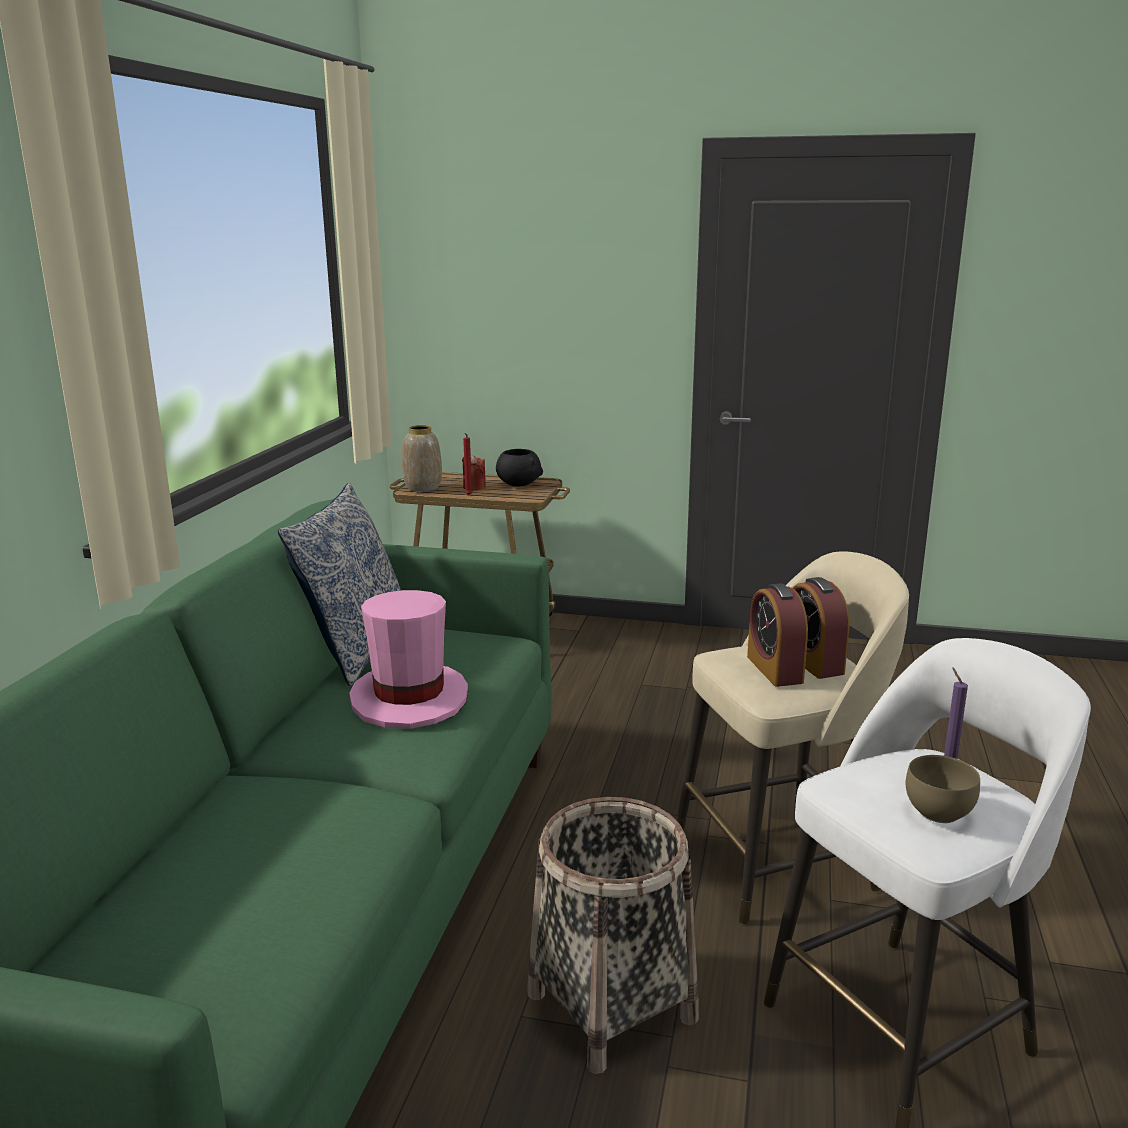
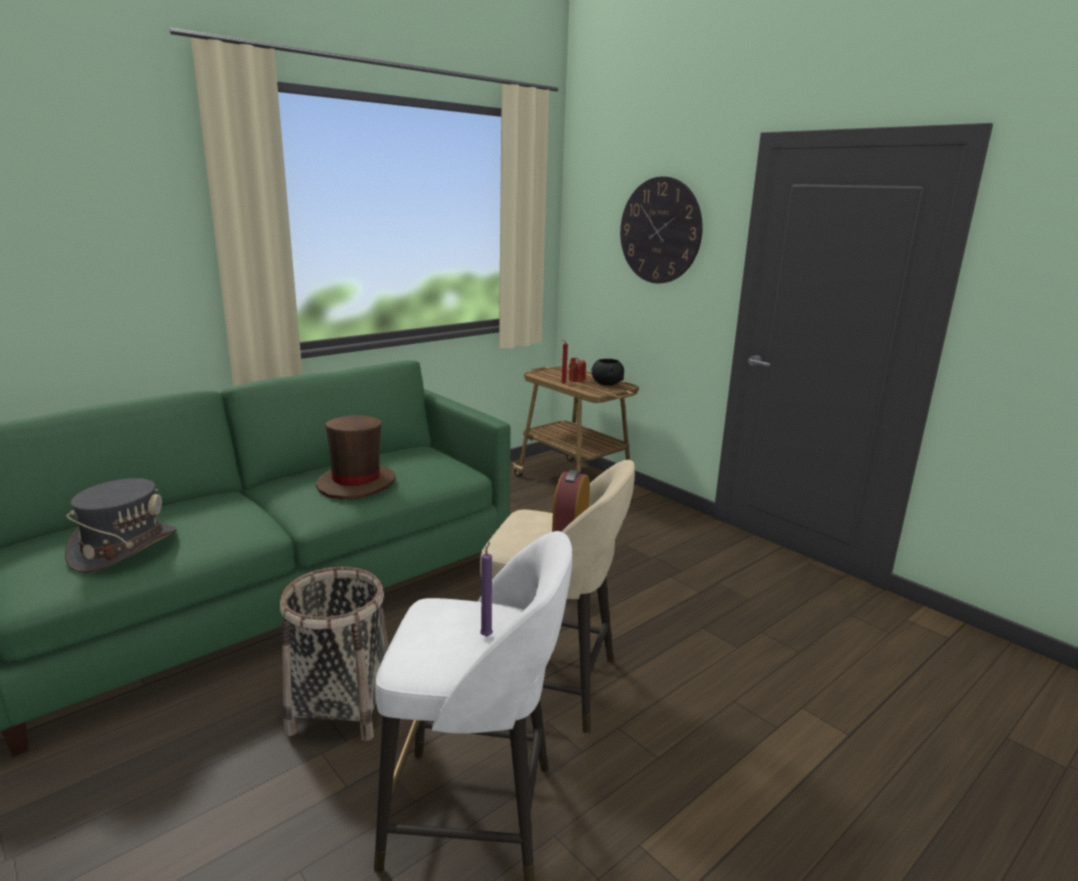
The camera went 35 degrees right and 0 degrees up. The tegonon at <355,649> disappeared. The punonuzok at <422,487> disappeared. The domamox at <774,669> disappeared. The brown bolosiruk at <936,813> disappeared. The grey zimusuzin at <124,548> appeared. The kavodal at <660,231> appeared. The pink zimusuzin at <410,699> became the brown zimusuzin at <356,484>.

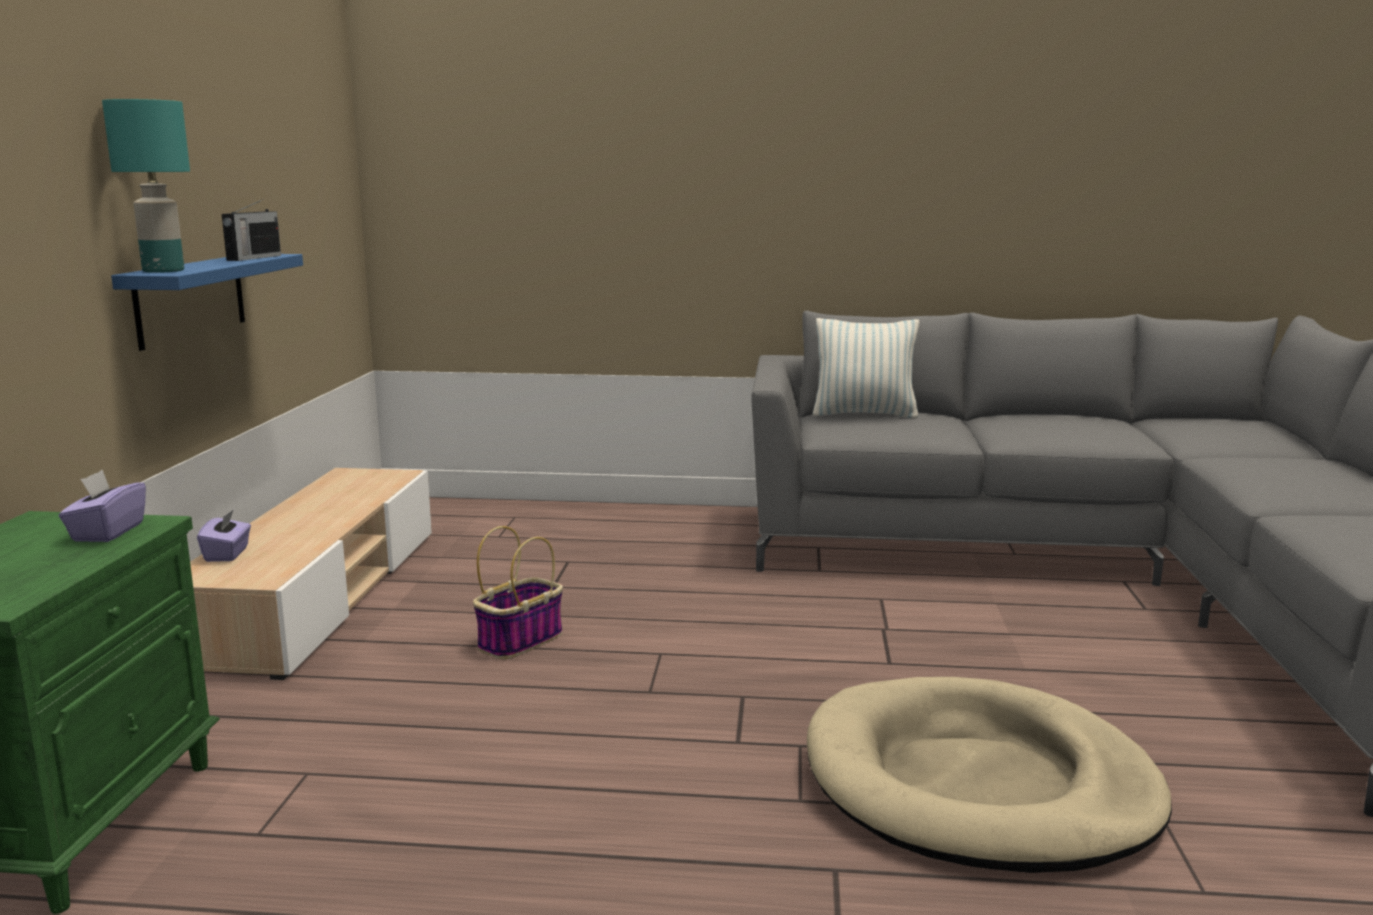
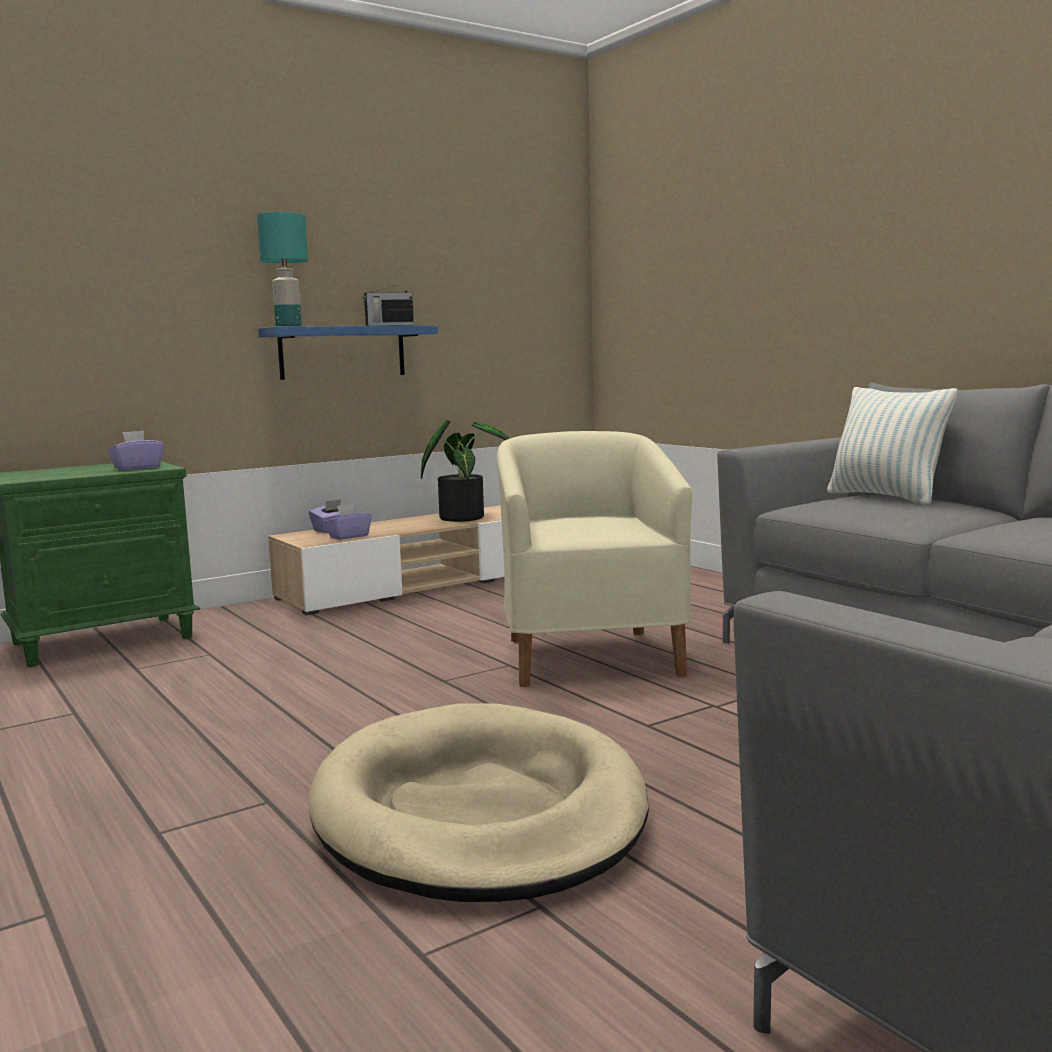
The camera went 50 degrees right and 5 degrees down. The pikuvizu at <521,640> disappeared. The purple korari at <348,536> appeared. The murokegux at <464,517> appeared. The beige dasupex at <589,655> appeared.

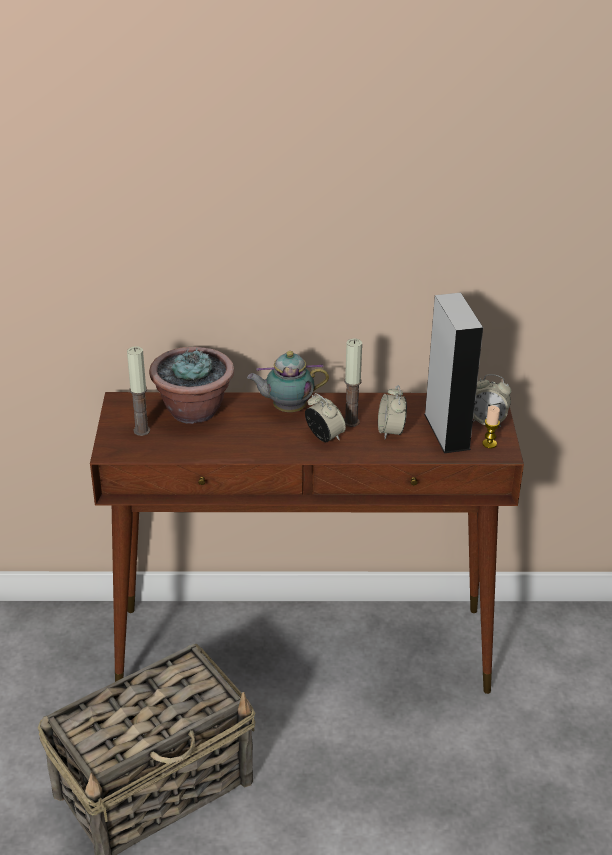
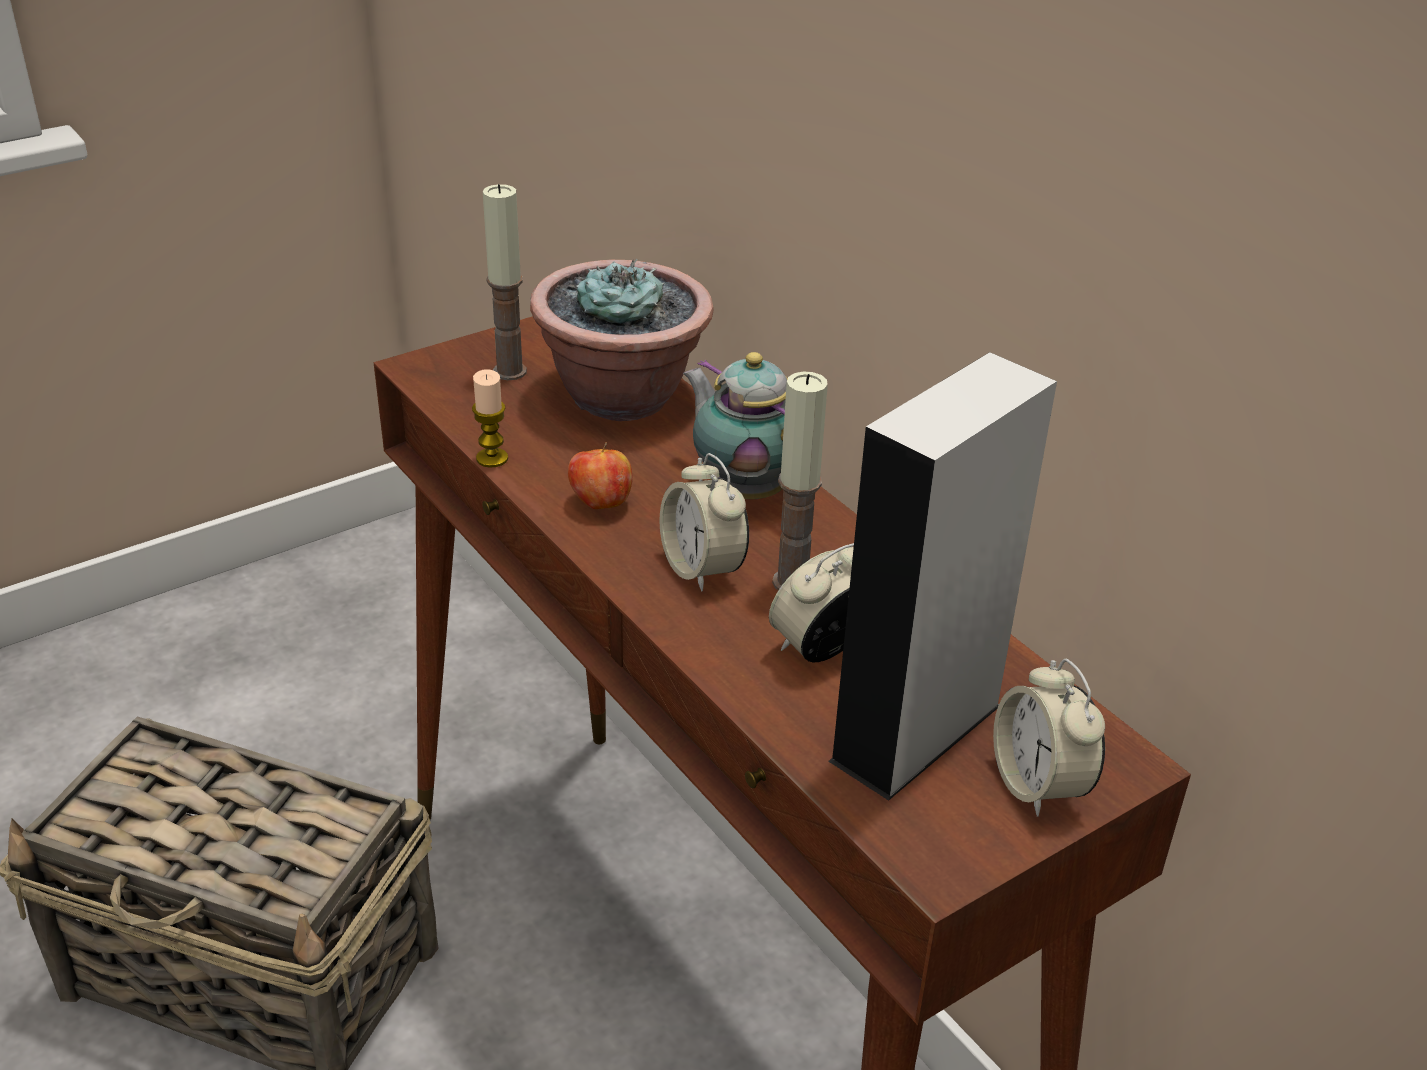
The camera went 55 degrees right and 0 degrees up. The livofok at <600,503> appeared. The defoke moved from <489,444> to <492,458>. The domamox at <324,437> turned 135 degrees clockwise.

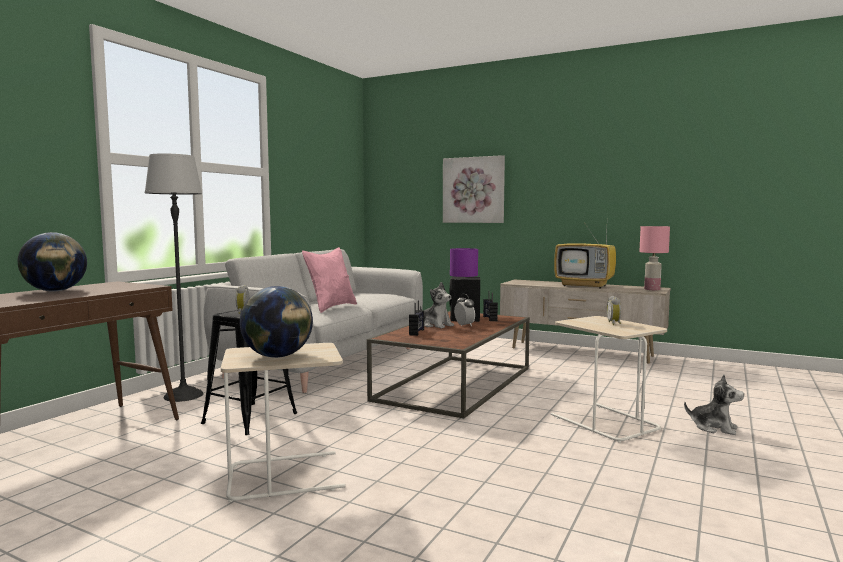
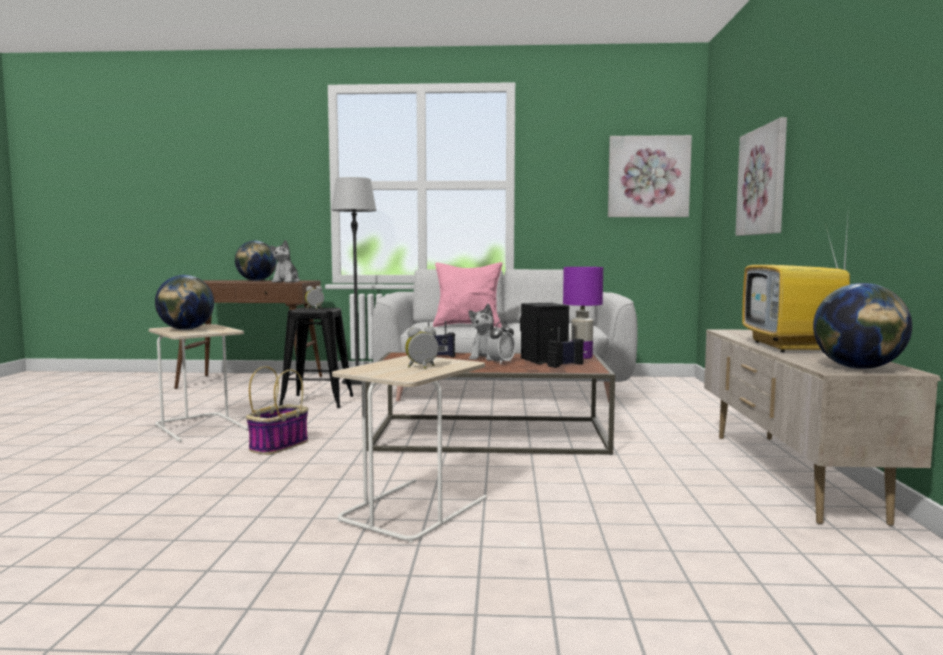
The camera went 65 degrees right and 0 degrees up. The pikuvizu at <279,445> appeared. The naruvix at <648,177> appeared. The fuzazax moved from <714,428> to <286,282>. The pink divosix at <652,289> was replaced by the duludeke at <858,368>.

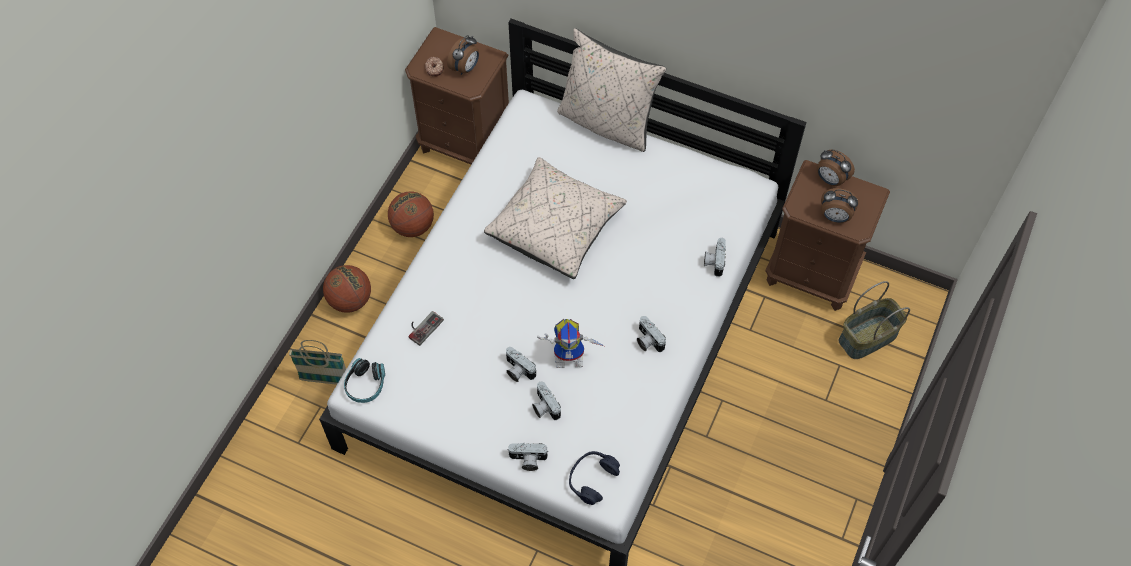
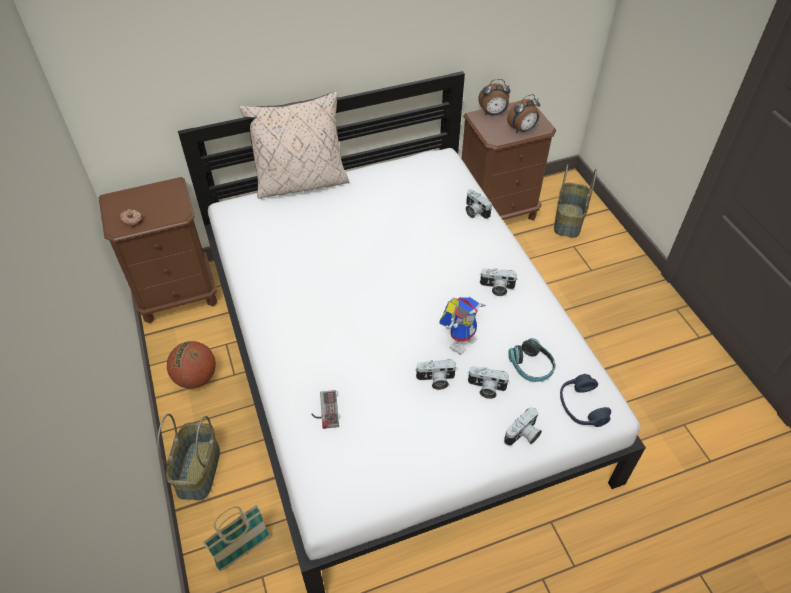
The camera went 45 degrees left and 10 degrees down. The domamox at <465,68> disappeared. The beige tegonon at <555,228> disappeared. The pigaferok moved from <365,385> to <531,366>. The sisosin at <350,300> was replaced by the pikuvizu at <199,471>.

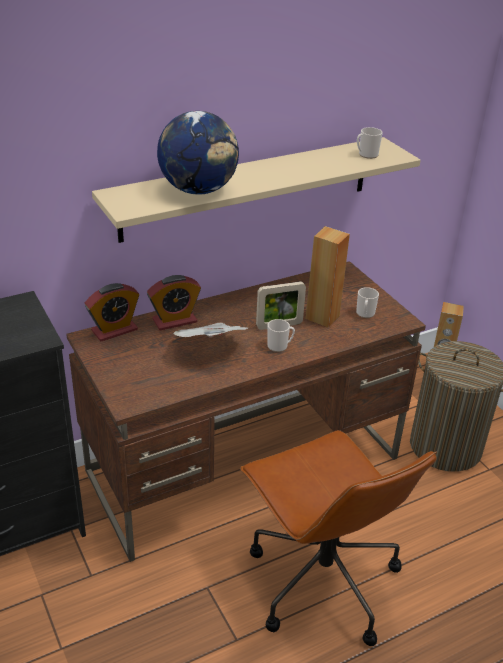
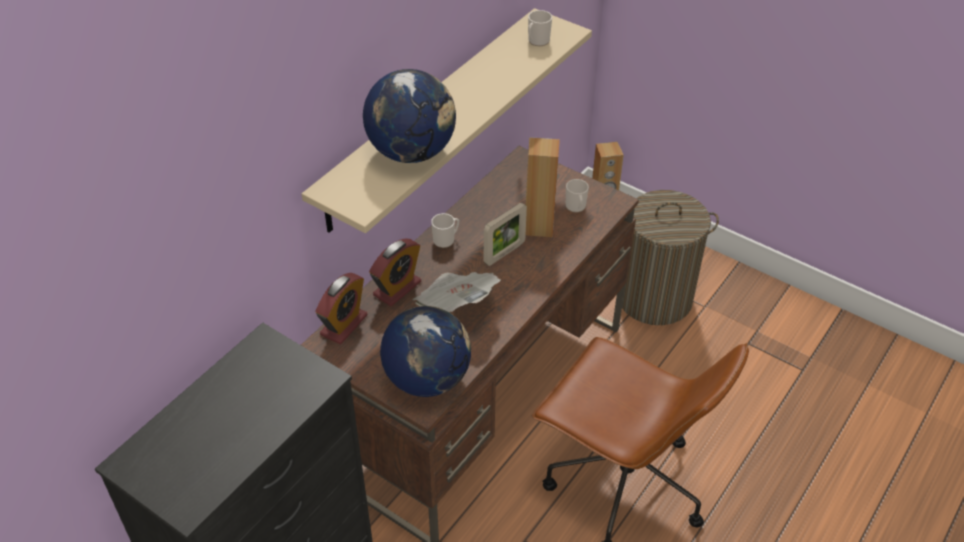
The camera went 25 degrees left and 10 degrees up. The duludeke at <427,379> appeared. The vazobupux moved from <279,346> to <446,240>.

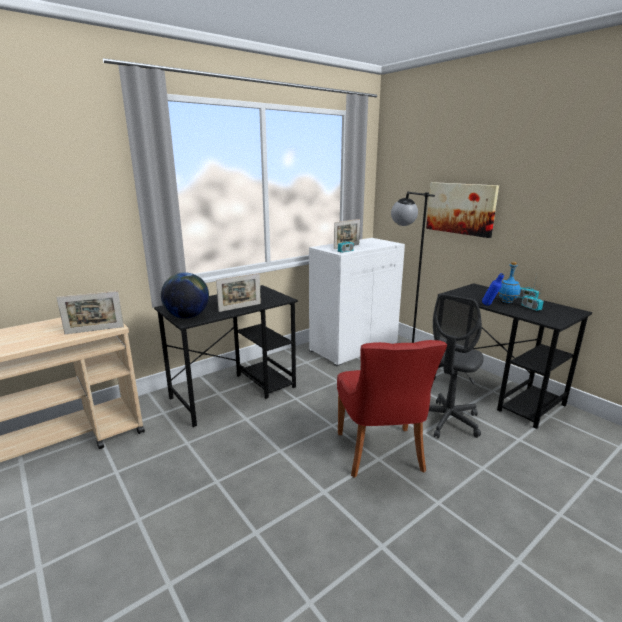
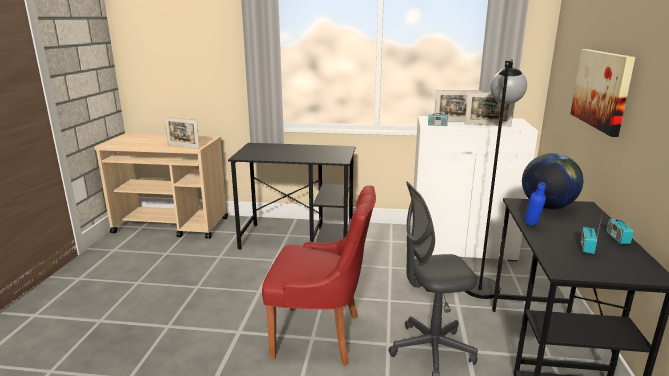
The camera went 45 degrees right and 0 degrees up. The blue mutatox at <507,302> disappeared. The duludeke moved from <187,316> to <547,206>. The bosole moved from <240,307> to <487,125>. The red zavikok at <381,453> turned 120 degrees counterclockwise.

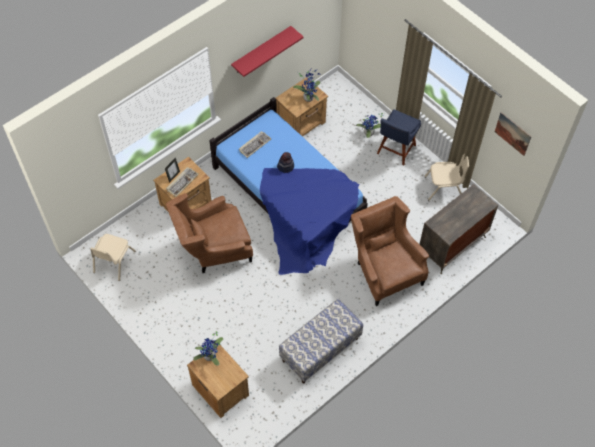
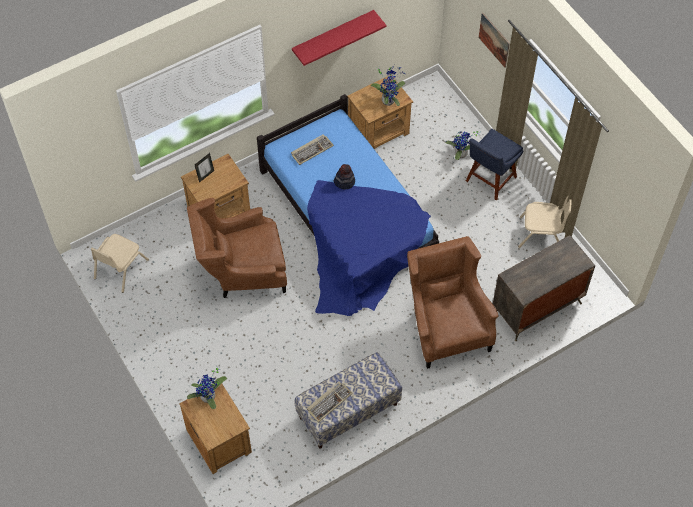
The camera went 10 degrees right and 0 degrees up. The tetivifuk moved from <182,182> to <329,401>. The naruvix moved from <512,133> to <494,40>.

